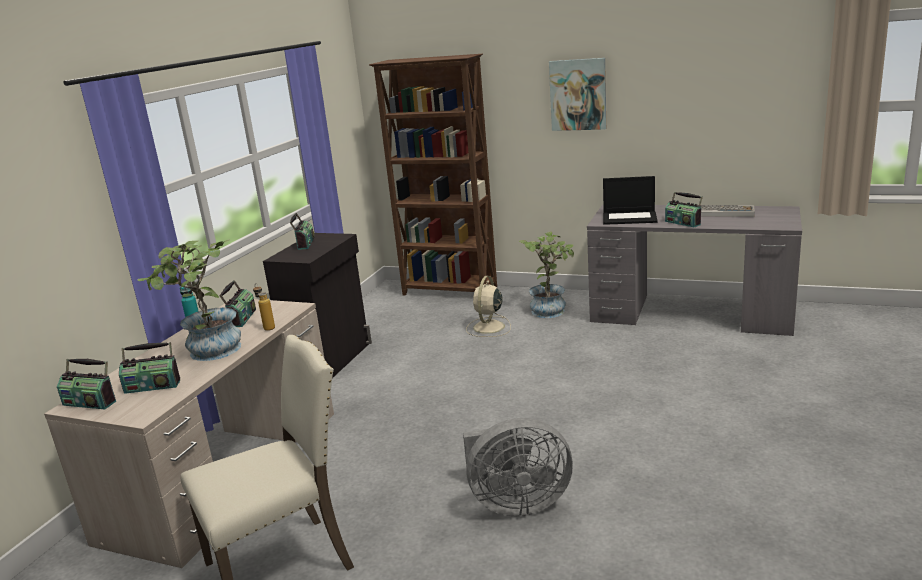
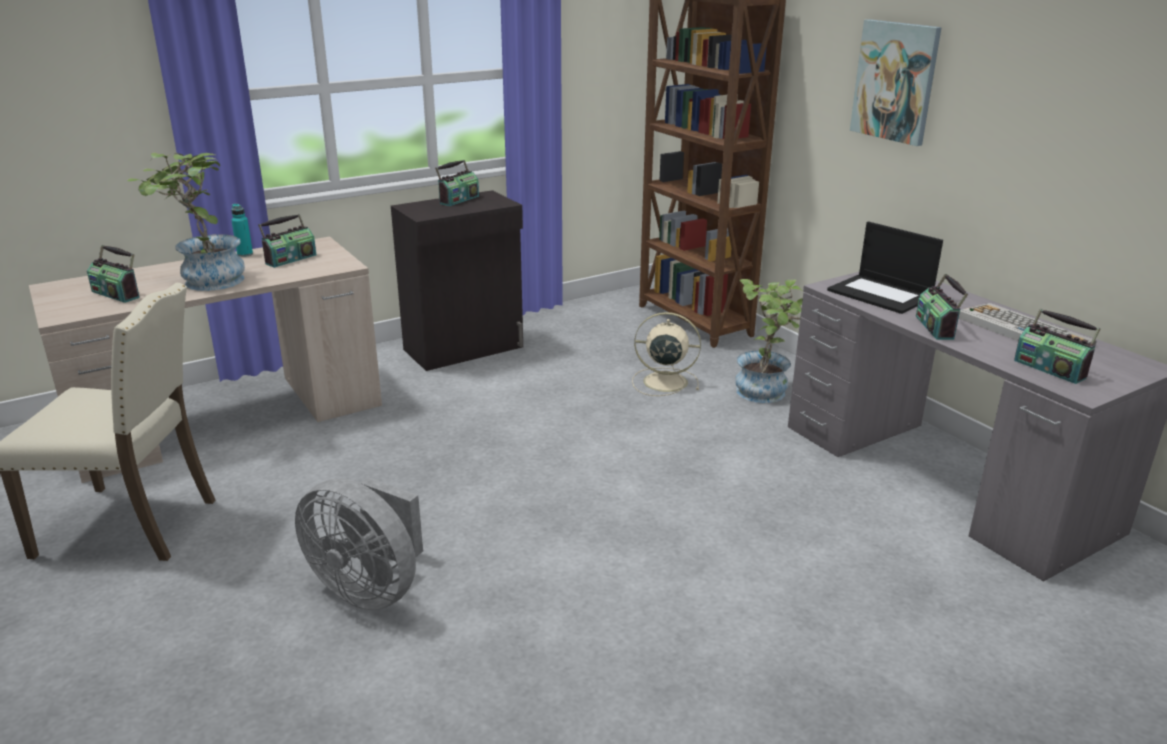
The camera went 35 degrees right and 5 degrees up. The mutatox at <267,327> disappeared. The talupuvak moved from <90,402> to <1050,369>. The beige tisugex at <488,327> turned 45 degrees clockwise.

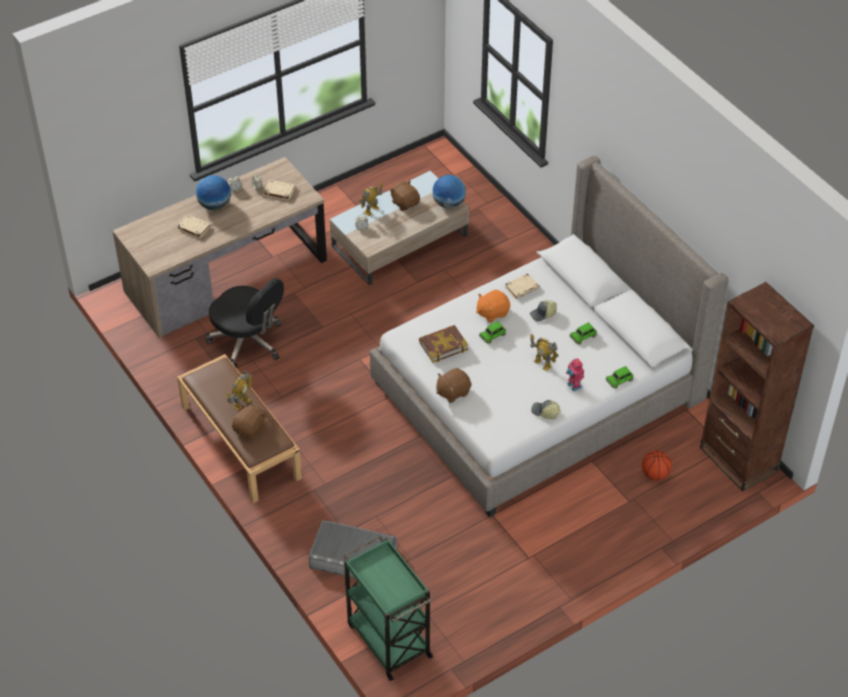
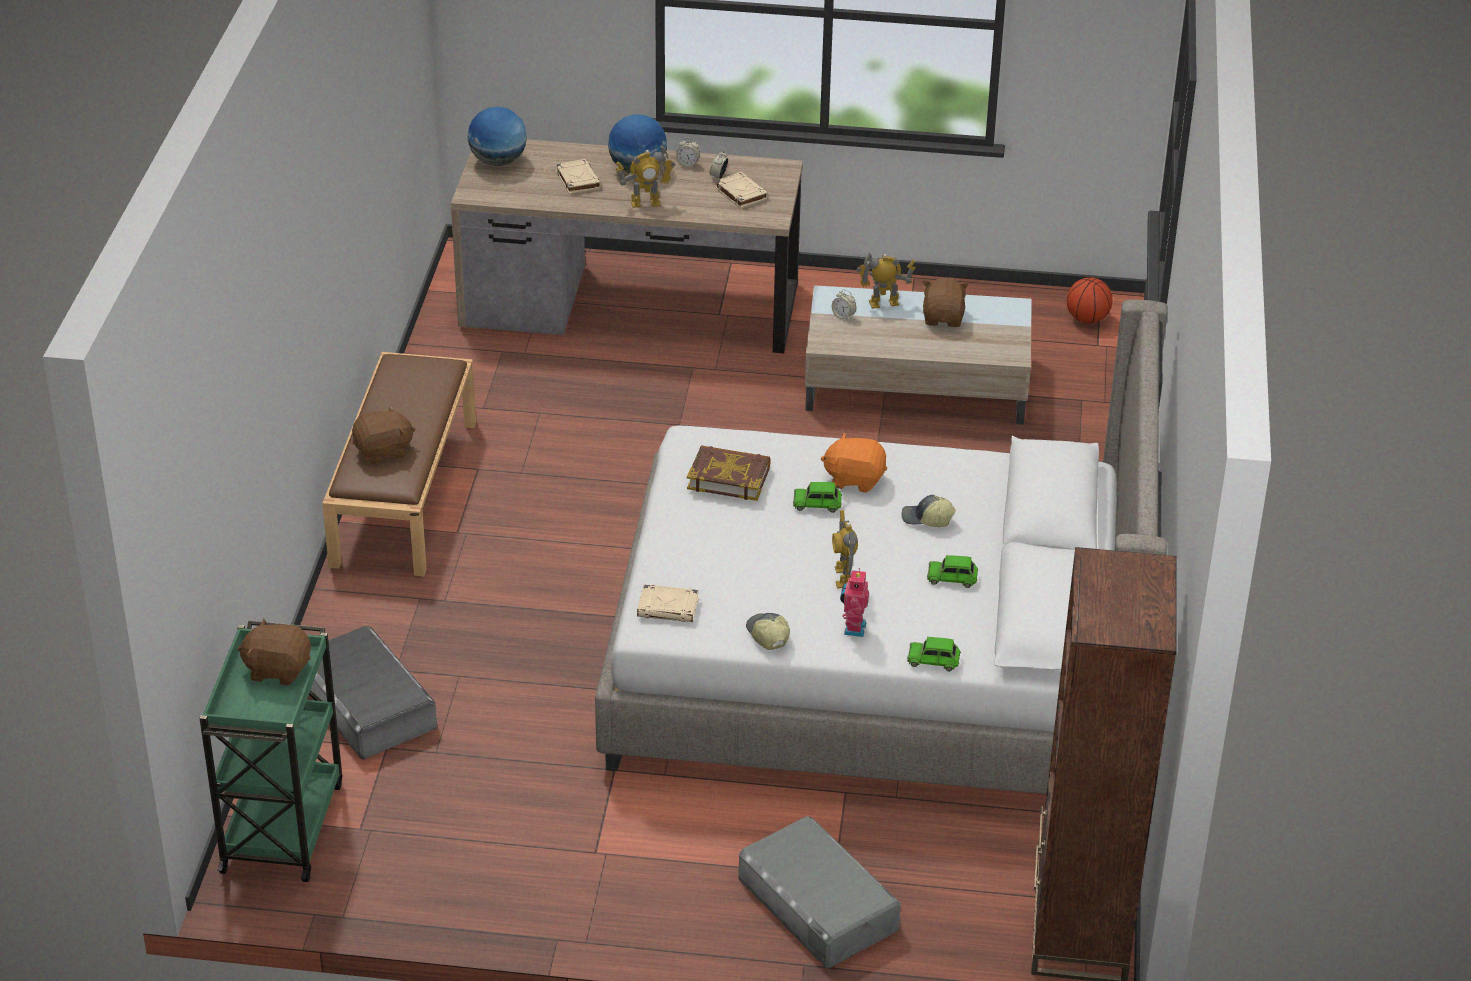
The camera went 40 degrees right and 10 degrees down. The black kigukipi at <248,342> disappeared. The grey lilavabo at <817,903> appeared. The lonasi moved from <241,403> to <645,203>. The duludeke moved from <449,204> to <498,161>. The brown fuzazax moved from <453,392> to <278,669>. The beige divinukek moved from <522,288> to <668,607>. The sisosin moved from <655,474> to <1087,319>.

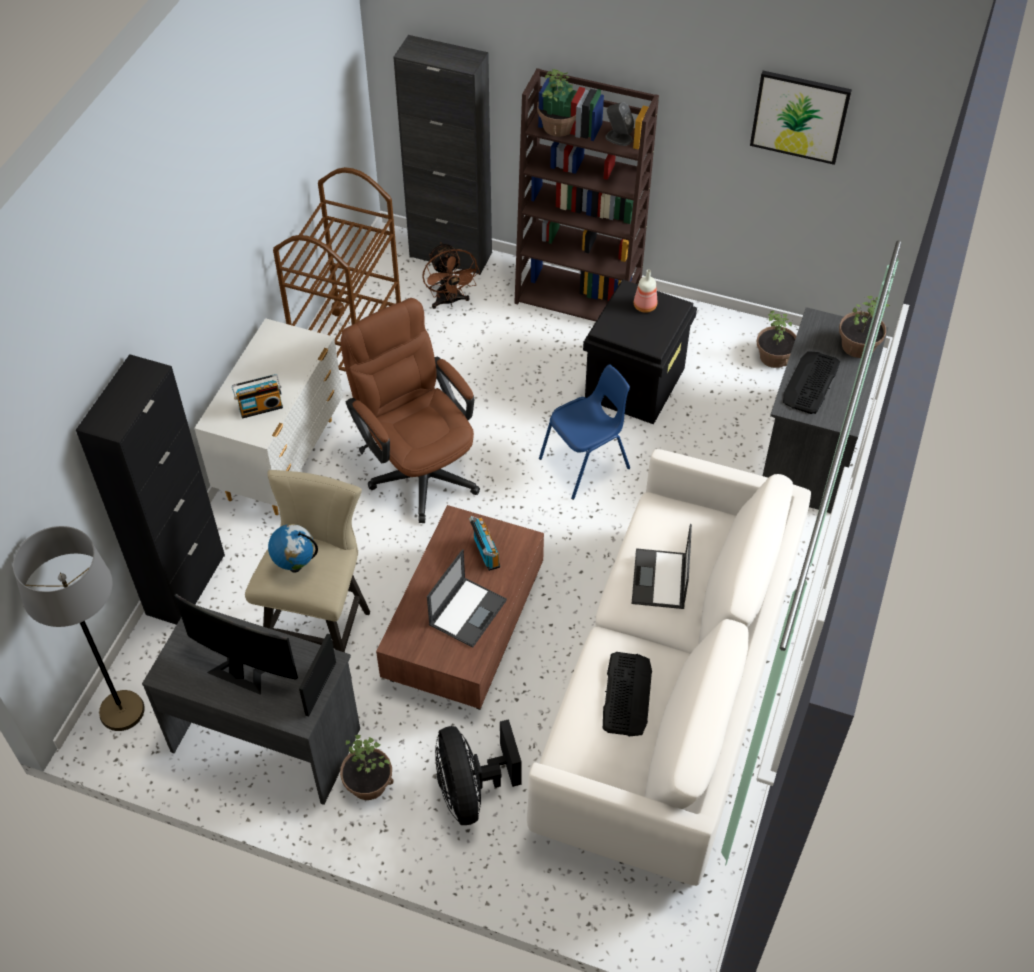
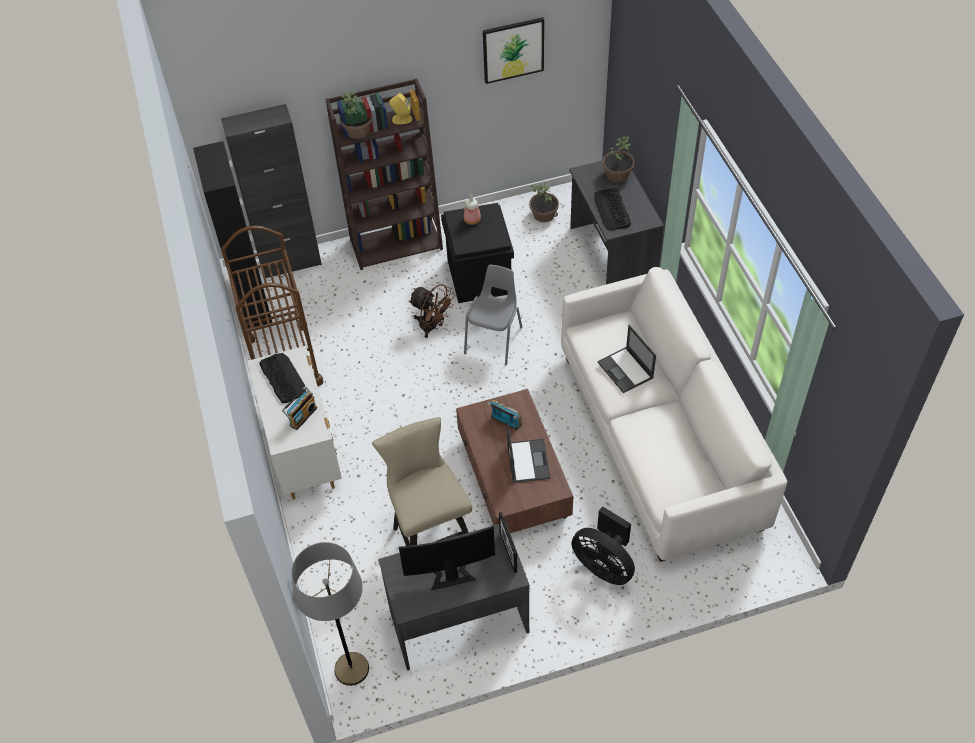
The camera went 35 degrees left and 0 degrees up. The duludeke at <295,566> disappeared. The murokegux at <368,784> disappeared. The brown kigukipi at <418,468> disappeared. The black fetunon moved from <186,584> to <254,307>. The brown tisugex moved from <450,301> to <432,327>. The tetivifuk moved from <626,694> to <282,378>. The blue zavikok at <586,464> became the grey zavikok at <494,340>. The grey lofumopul at <618,138> became the yellow lofumopul at <401,119>.

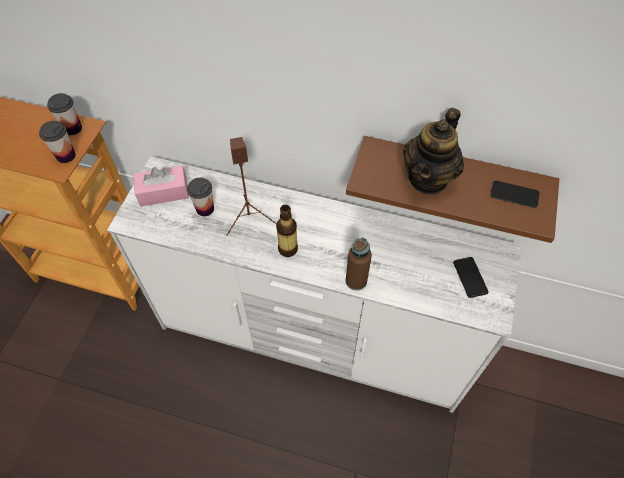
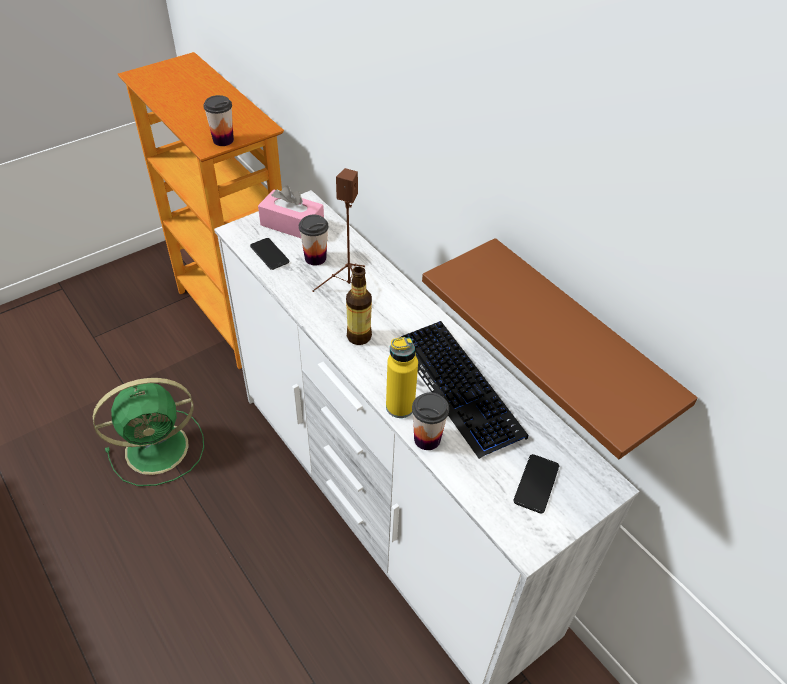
The camera went 35 degrees right and 10 degrees down. The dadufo at <428,178> disappeared. The green tisugex at <160,447> appeared. The tetivifuk at <459,387> appeared. The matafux moved from <72,128> to <427,439>. The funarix moved from <514,194> to <269,254>. The brown mutatox at <356,281> became the yellow mutatox at <400,407>.

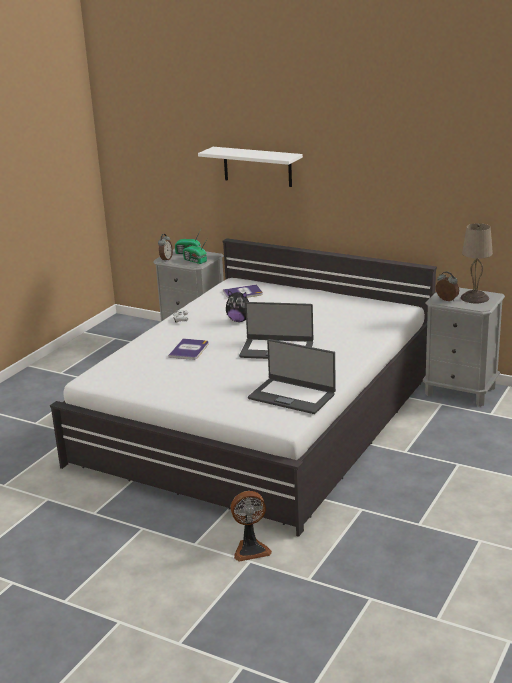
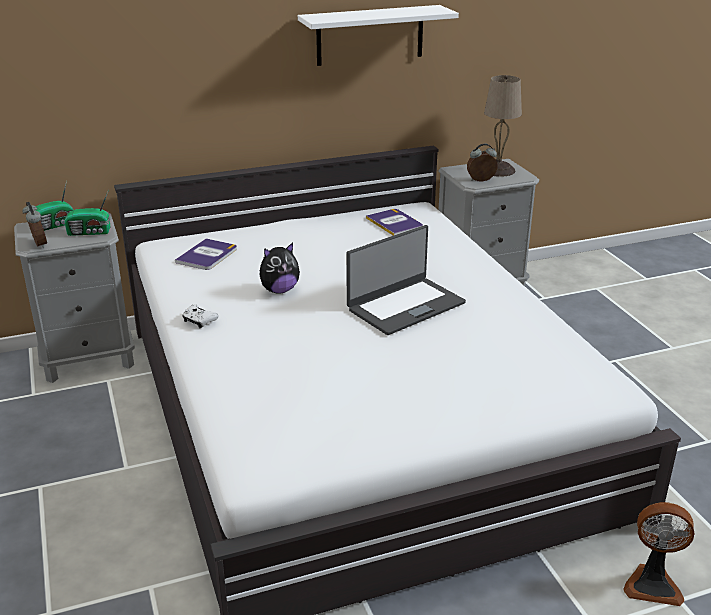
The camera went 50 degrees left and 5 degrees up. The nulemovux at <292,396> disappeared. The divinukek moved from <189,350> to <395,223>. The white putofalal moved from <257,166> to <370,35>. The tisugex at <251,549> turned 75 degrees clockwise.

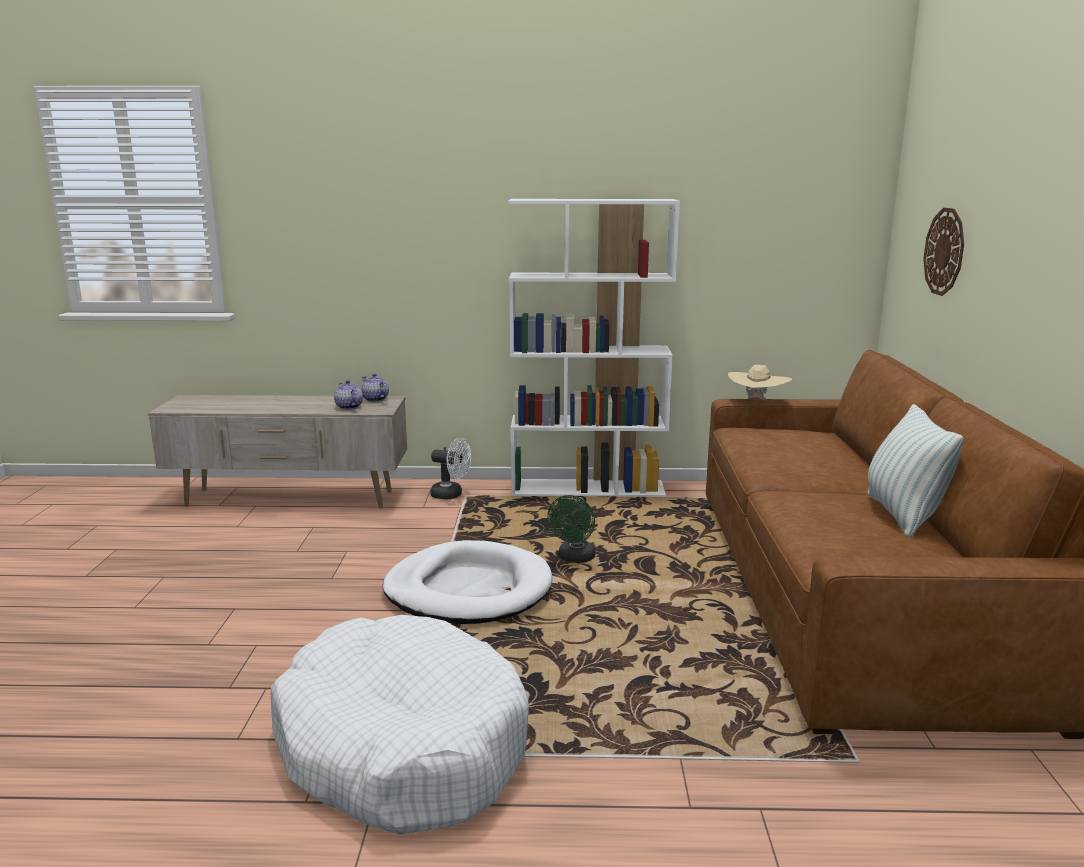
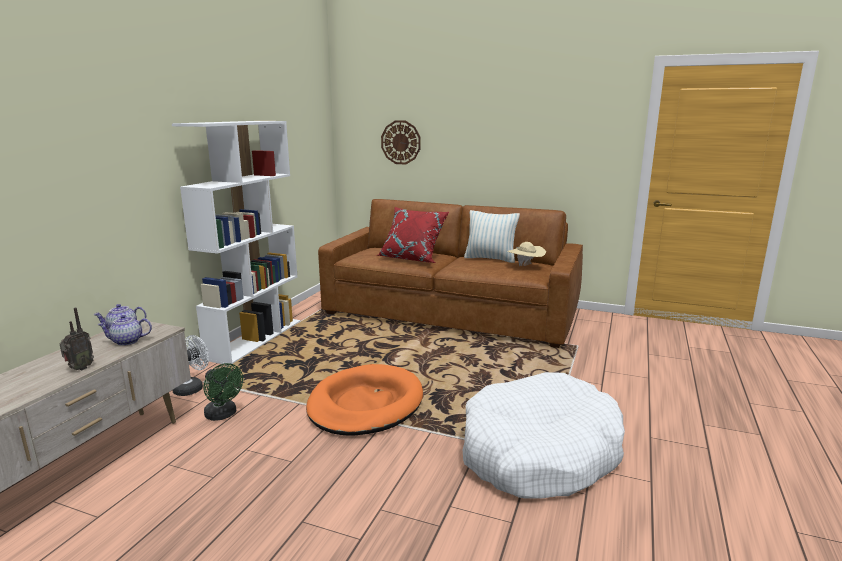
The camera went 70 degrees left and 0 degrees up. The talupuvak at <79,369> appeared. The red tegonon at <412,258> appeared. The green tisugex moved from <574,559> to <223,415>. The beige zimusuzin moved from <757,402> to <525,266>. The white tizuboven at <468,590> became the orange tizuboven at <365,404>.

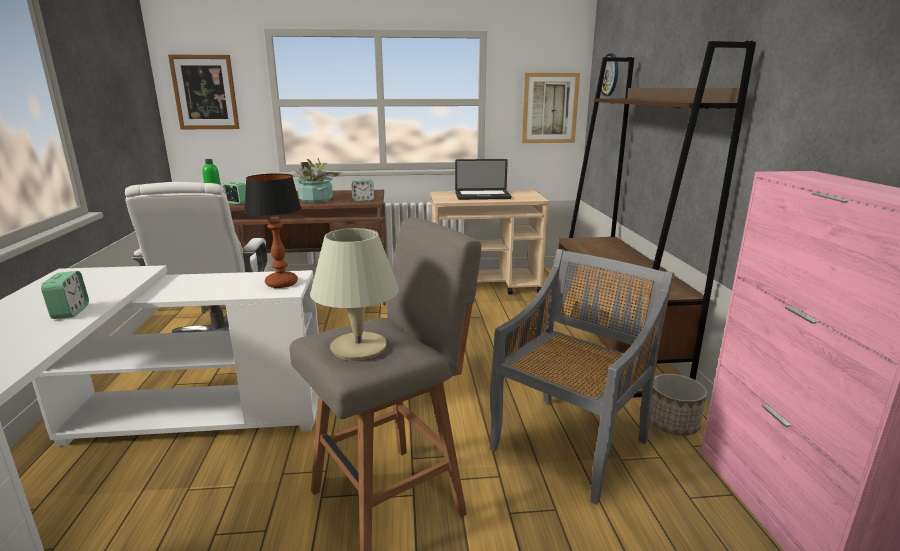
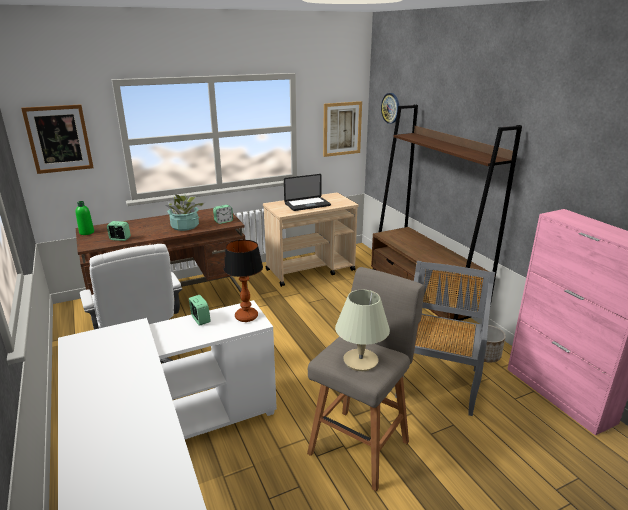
The camera went 20 degrees left and 5 degrees up. The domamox moved from <70,312> to <200,320>.

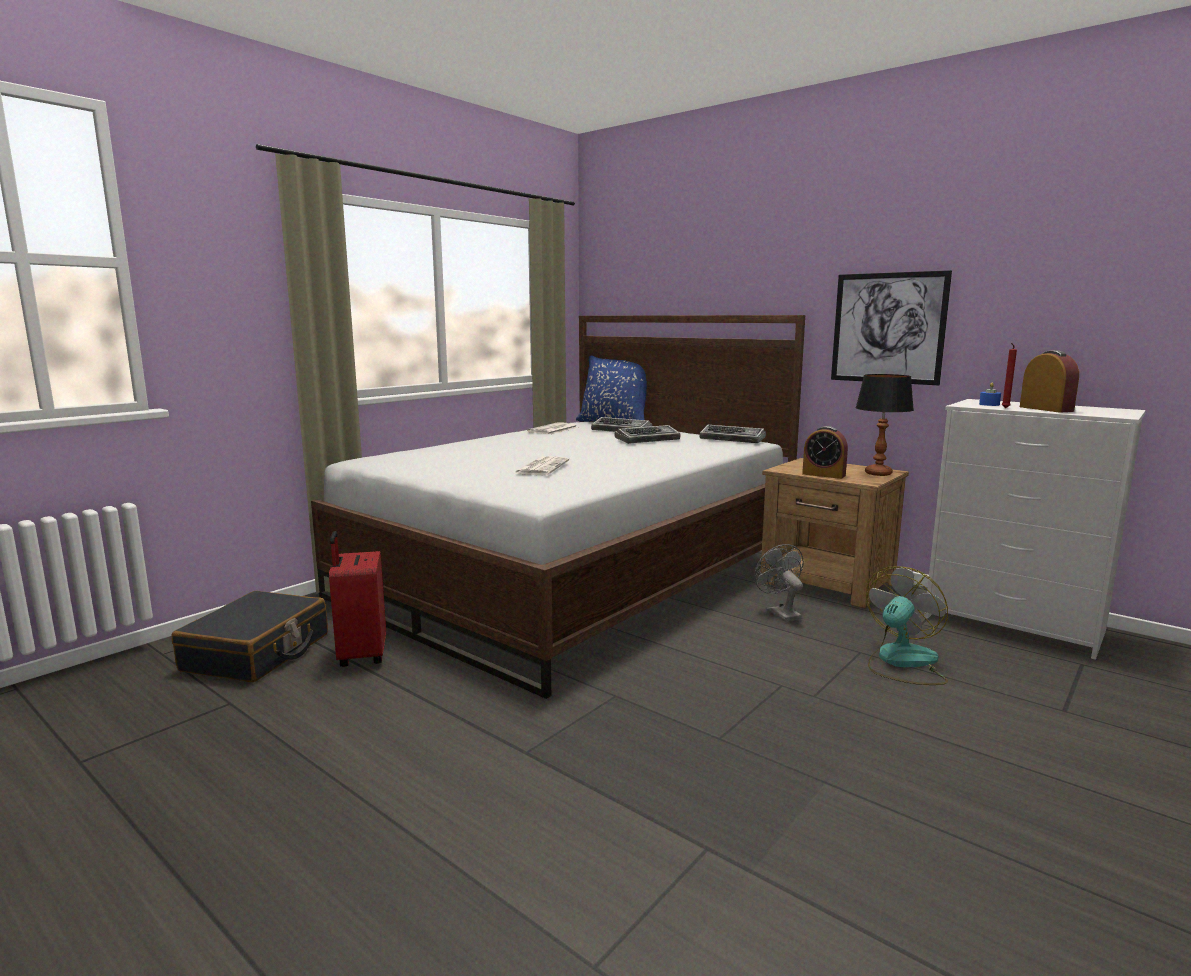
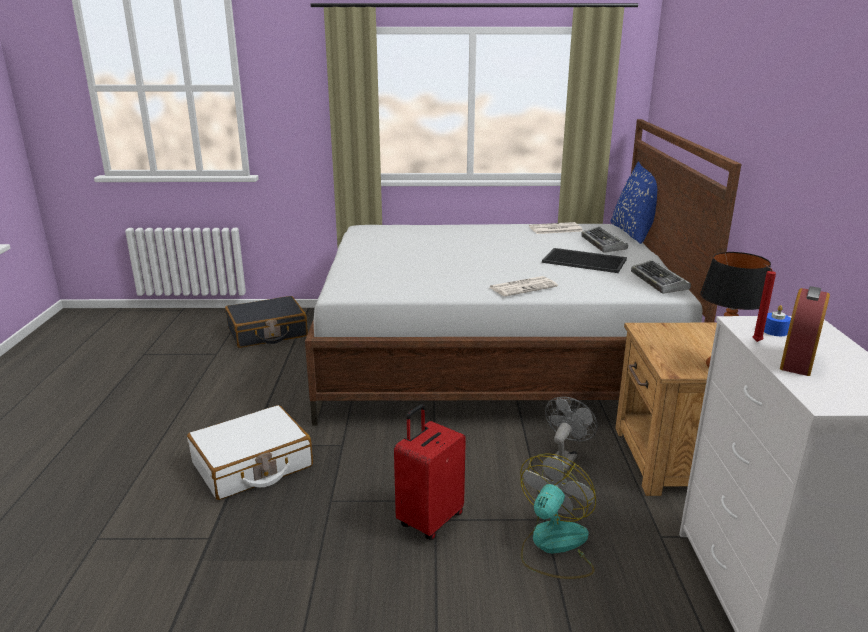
The camera went 50 degrees right and 10 degrees up. The domamox at <823,475> disappeared. The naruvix at <888,328> disappeared. The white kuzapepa at <252,465> appeared. The red kuzapepa moved from <361,655> to <429,520>. The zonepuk moved from <541,467> to <523,287>. The tetivifuk at <648,440> was replaced by the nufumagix at <585,260>. The tisugex at <902,662> turned 60 degrees counterclockwise.

